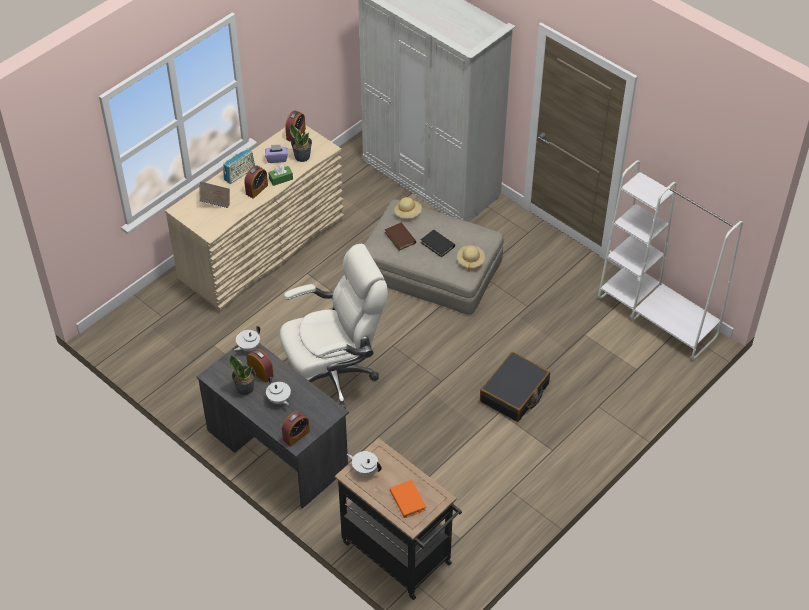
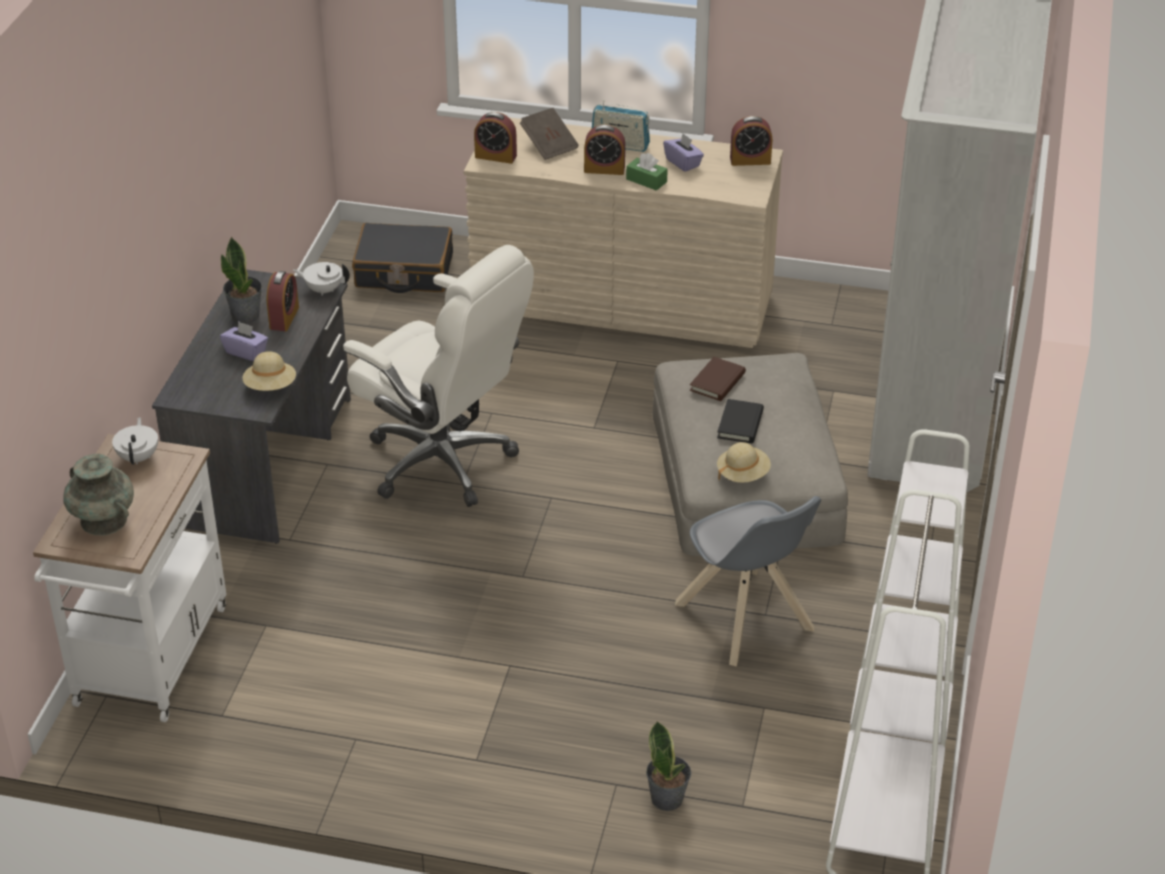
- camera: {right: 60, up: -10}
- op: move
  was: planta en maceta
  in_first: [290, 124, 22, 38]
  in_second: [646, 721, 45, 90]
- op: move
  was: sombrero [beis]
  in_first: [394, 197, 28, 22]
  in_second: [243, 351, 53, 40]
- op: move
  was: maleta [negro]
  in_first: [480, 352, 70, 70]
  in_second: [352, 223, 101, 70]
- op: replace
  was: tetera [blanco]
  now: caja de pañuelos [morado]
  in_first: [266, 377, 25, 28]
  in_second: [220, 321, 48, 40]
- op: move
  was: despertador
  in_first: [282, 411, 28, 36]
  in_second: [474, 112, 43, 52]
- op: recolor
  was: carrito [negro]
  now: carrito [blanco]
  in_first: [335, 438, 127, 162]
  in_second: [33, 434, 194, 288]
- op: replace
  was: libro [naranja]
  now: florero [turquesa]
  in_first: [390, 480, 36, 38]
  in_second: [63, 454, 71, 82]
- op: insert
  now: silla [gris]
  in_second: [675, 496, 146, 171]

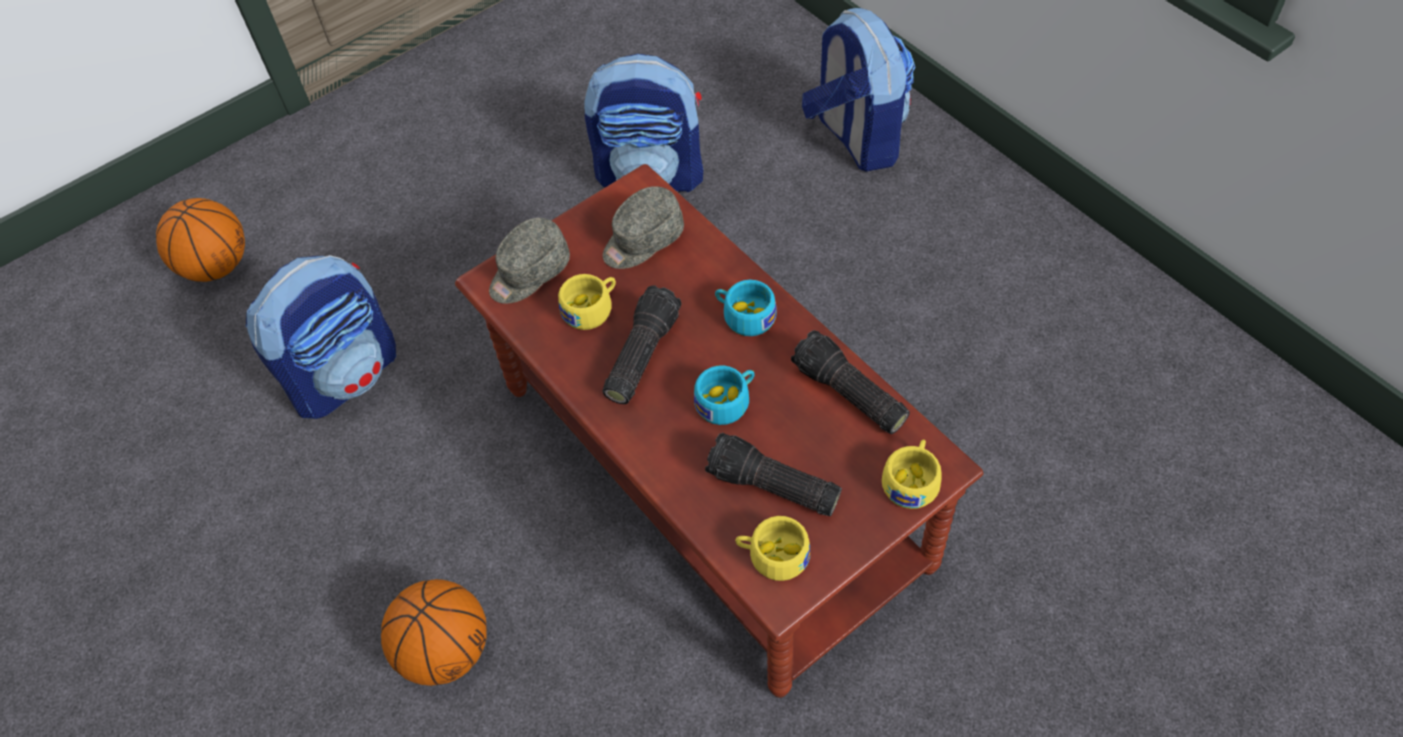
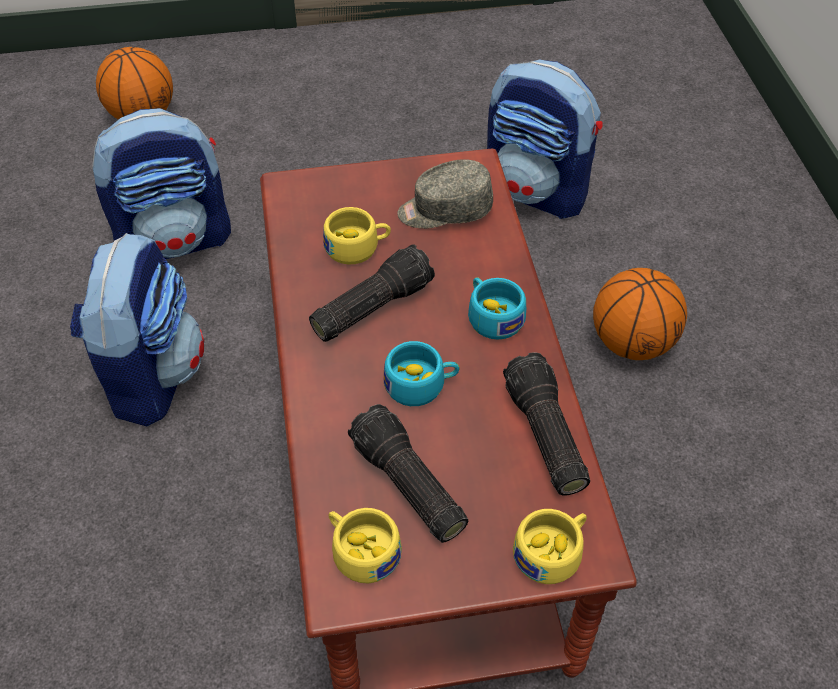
- camera: {right: 25, up: -5}
- op: move
  was: mochila
  in_first: [802, 8, 113, 164]
  in_second: [70, 233, 134, 193]
- op: delete
  was: gorra [gris]
  in_first: [489, 218, 81, 86]
- op: move
  was: balón de baloncesto
  in_first: [381, 579, 106, 107]
  in_second: [593, 268, 94, 92]

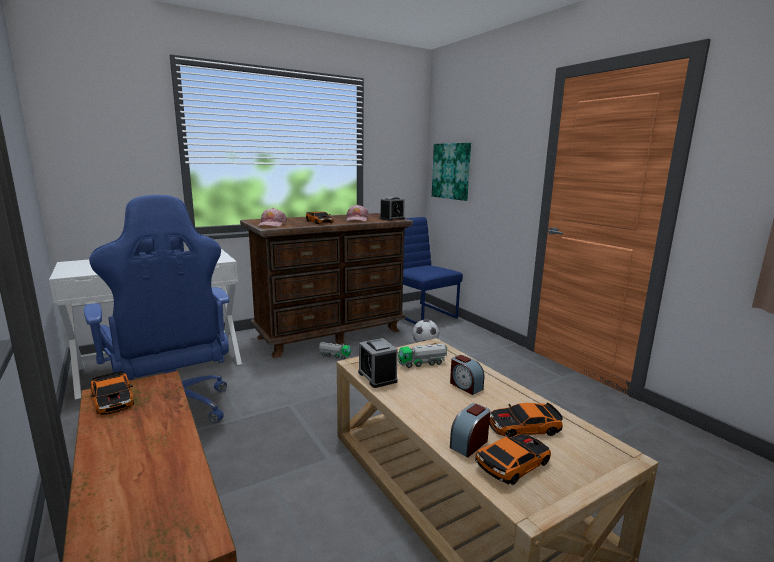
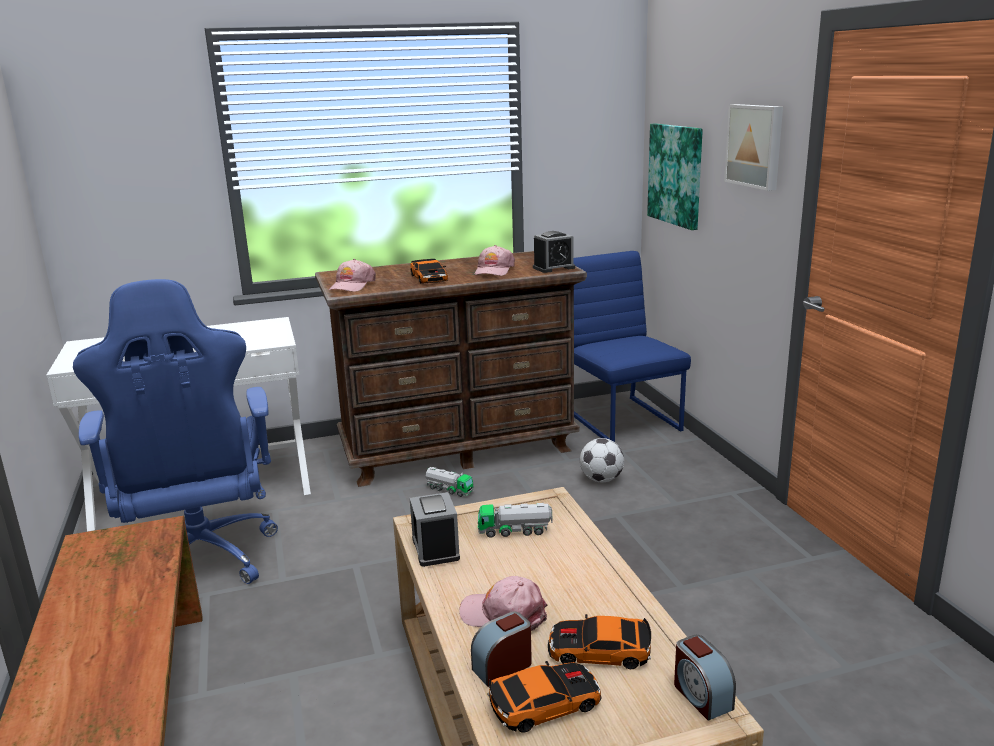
- camera: {right: 15, up: 5}
- op: move
  was: despertador
  in_first: [450, 355, 34, 40]
  in_second: [674, 635, 62, 86]
- op: delete
  was: coche de juguete
  in_first: [91, 371, 43, 44]
- op: insert
  now: cuadro
  in_second: [724, 104, 59, 87]
- op: insert
  now: gorra [rosa]
  in_second: [459, 576, 88, 55]

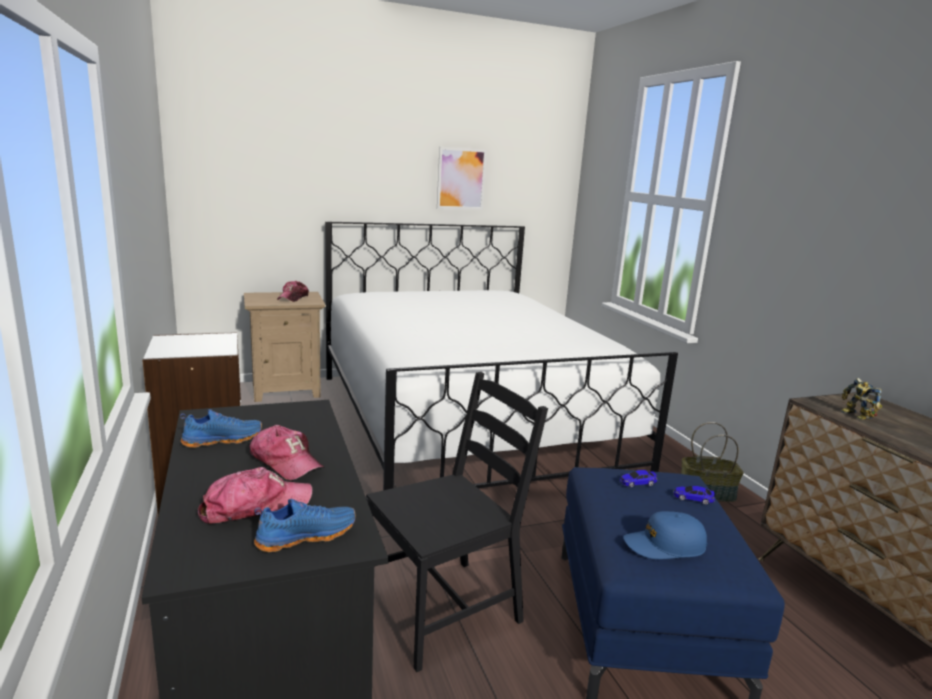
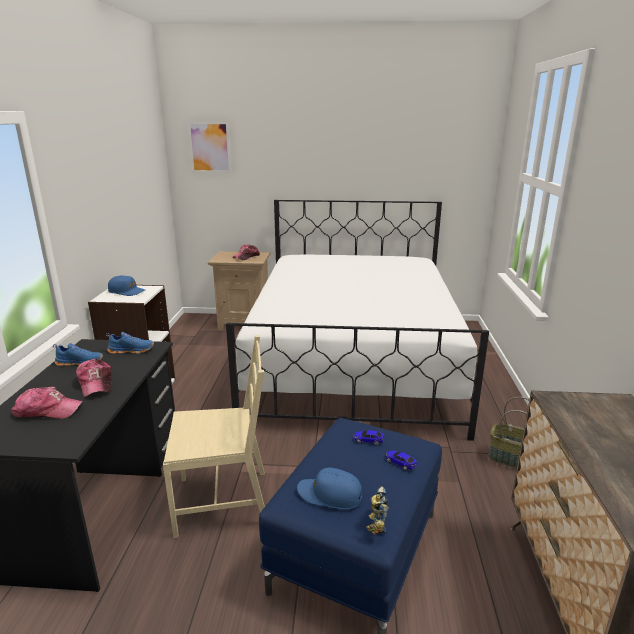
- camera: {right: 25, up: 5}
- op: move
  was: cuadro
  in_first: [437, 147, 50, 63]
  in_second: [188, 122, 43, 51]
- op: recolor
  was: silla [negro]
  now: silla [beis]
  in_first: [365, 372, 183, 300]
  in_second: [163, 335, 102, 203]
- op: move
  was: robot de juguete
  in_first: [841, 378, 41, 42]
  in_second: [366, 486, 23, 49]
- op: move
  was: zapato [azul]
  in_first: [254, 499, 101, 53]
  in_second: [106, 332, 48, 22]
- op: insert
  now: gorra [azul]
  in_second: [108, 276, 37, 20]

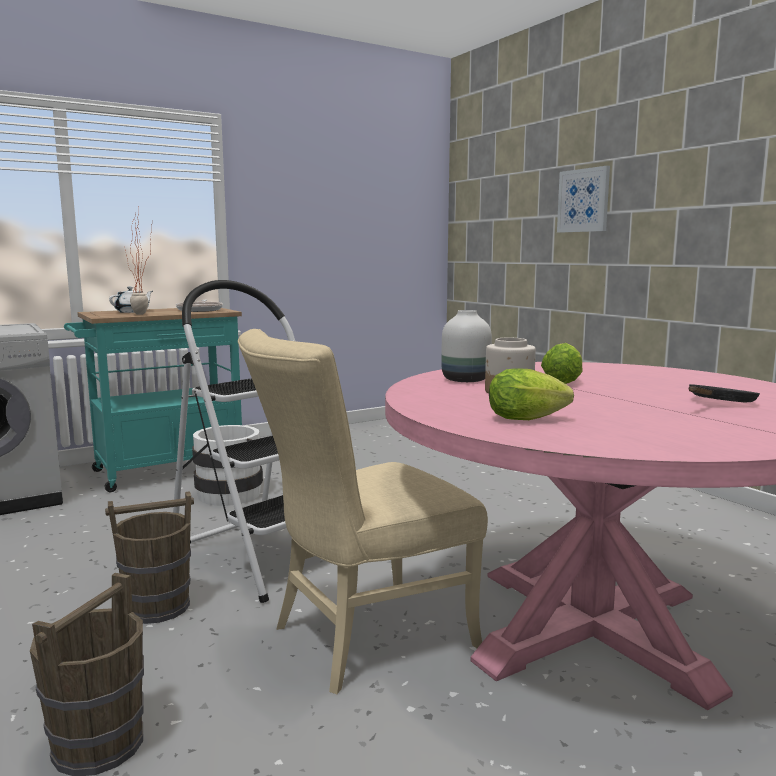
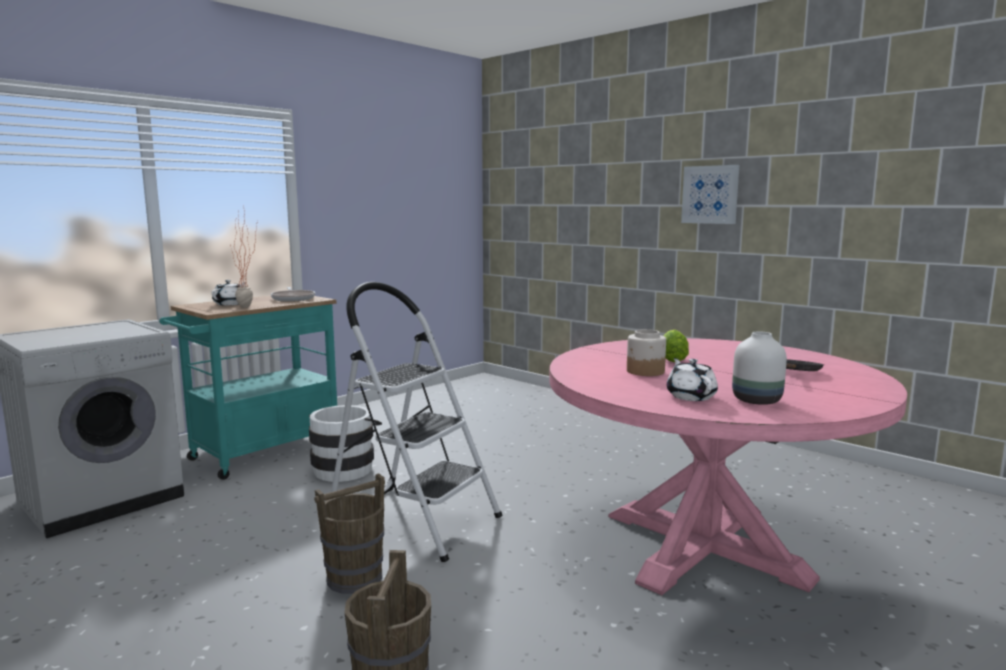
- camera: {right: -15, up: 0}
- op: move
  was: cuadro
  in_first: [557, 166, 53, 67]
  in_second: [681, 165, 58, 59]
- op: move
  was: florero [blanco]
  in_first: [441, 310, 51, 72]
  in_second: [732, 331, 55, 74]
- op: delete
  was: silla [beis]
  in_first: [238, 329, 250, 365]
- op: replace
  was: lechuga
  now: tetera [blanco]
  in_first: [489, 368, 85, 52]
  in_second: [667, 358, 51, 43]

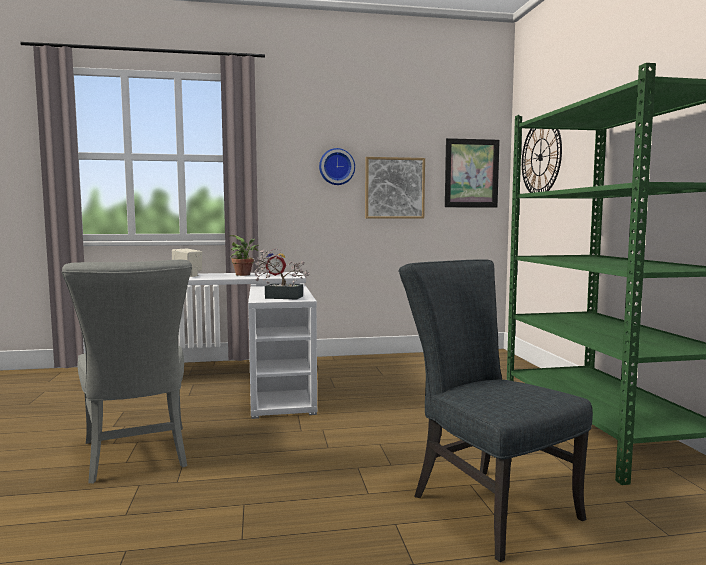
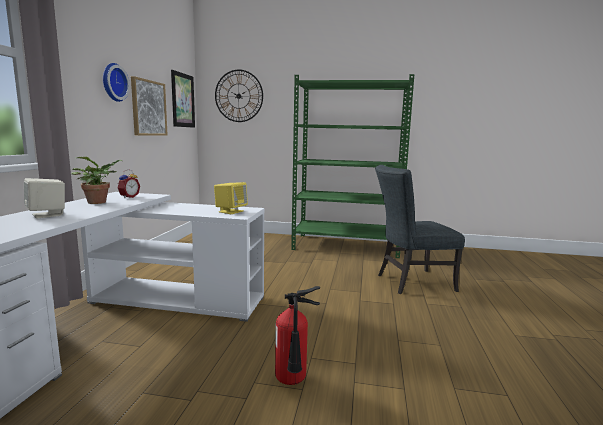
- camera: {right: -70, up: 5}
- op: replace
  was: planta en maceta
  now: altavoz [amarillo]
  in_first: [253, 250, 57, 49]
  in_second: [214, 182, 34, 32]
- op: replace
  was: silla [gris]
  now: extintor
  in_first: [62, 260, 130, 224]
  in_second: [275, 286, 45, 99]

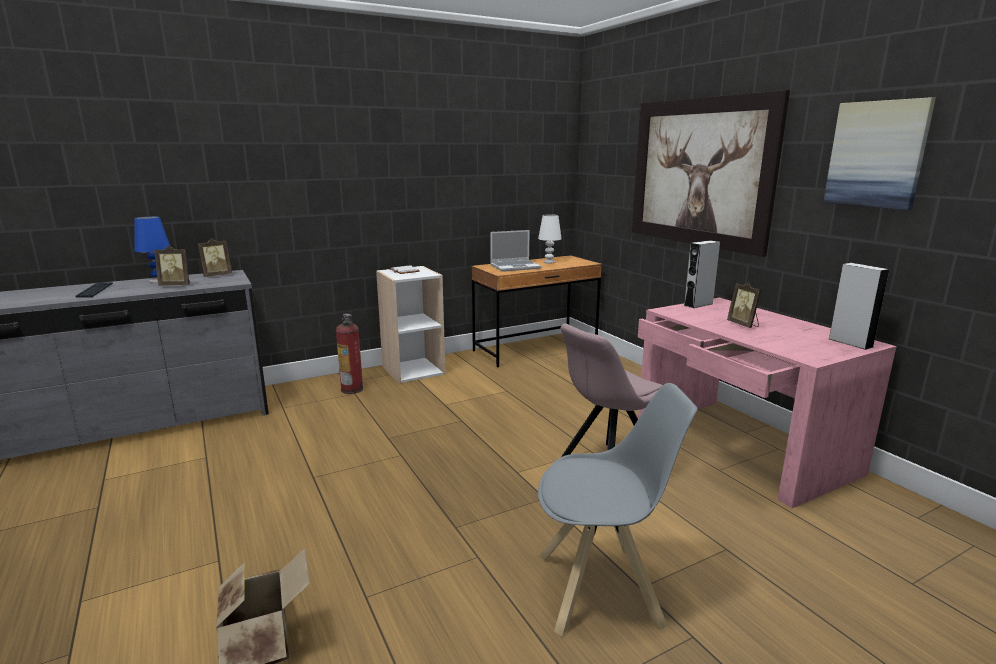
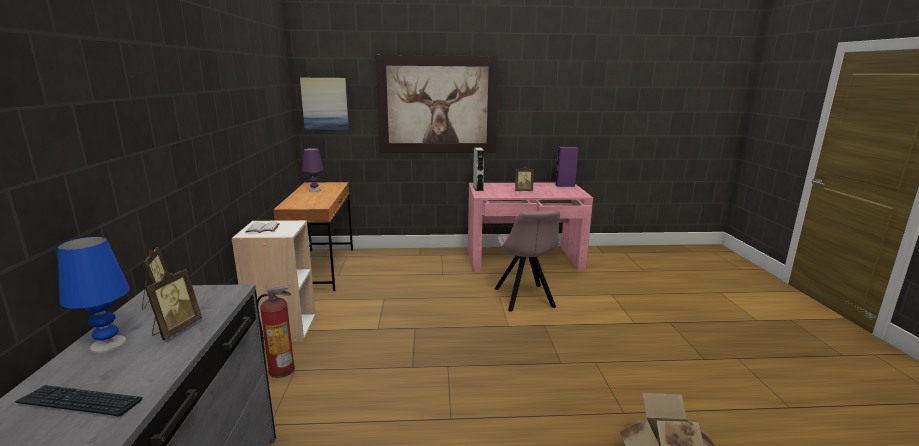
- camera: {right: -65, up: 0}
- op: move
  was: cuadro
  in_first: [823, 97, 113, 113]
  in_second: [300, 78, 49, 53]
- op: recolor
  was: lámpara de mesa [blanco]
  now: lámpara de mesa [morado]
  in_first: [538, 214, 24, 49]
  in_second: [302, 148, 22, 44]
- op: delete
  was: portátil
  in_first: [490, 230, 51, 42]
- op: recolor
  was: altavoz [gris]
  now: altavoz [morado]
  in_first: [829, 263, 60, 87]
  in_second: [555, 147, 23, 40]
- op: delete
  was: silla [gris]
  in_first: [538, 383, 160, 253]

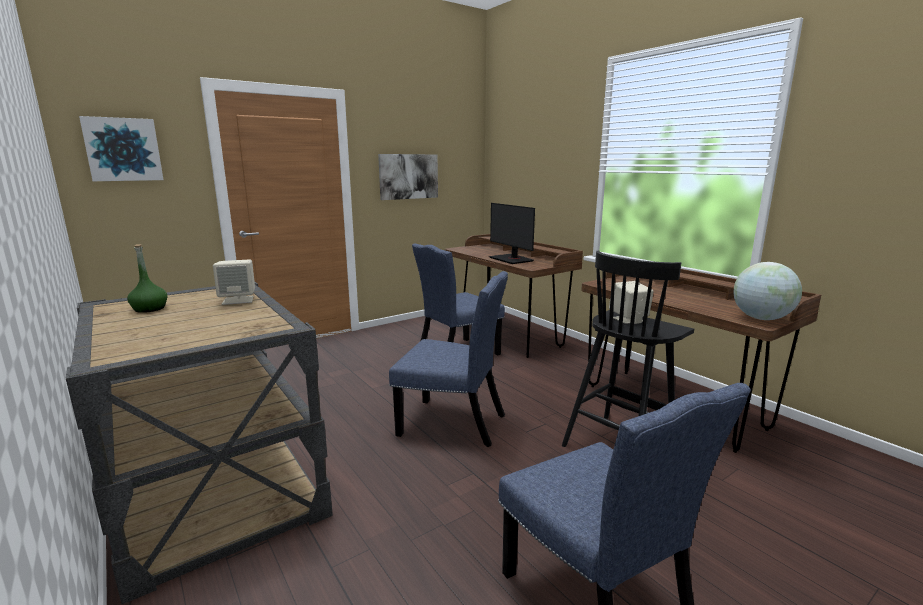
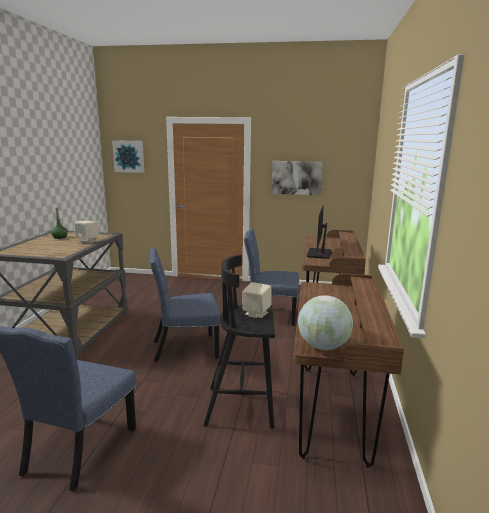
- camera: {right: 45, up: 0}
- op: rotate
  was: silla [azul]
  in_first: [389, 271, 119, 176]
  in_second: [149, 247, 72, 115]
  clockwise: 105

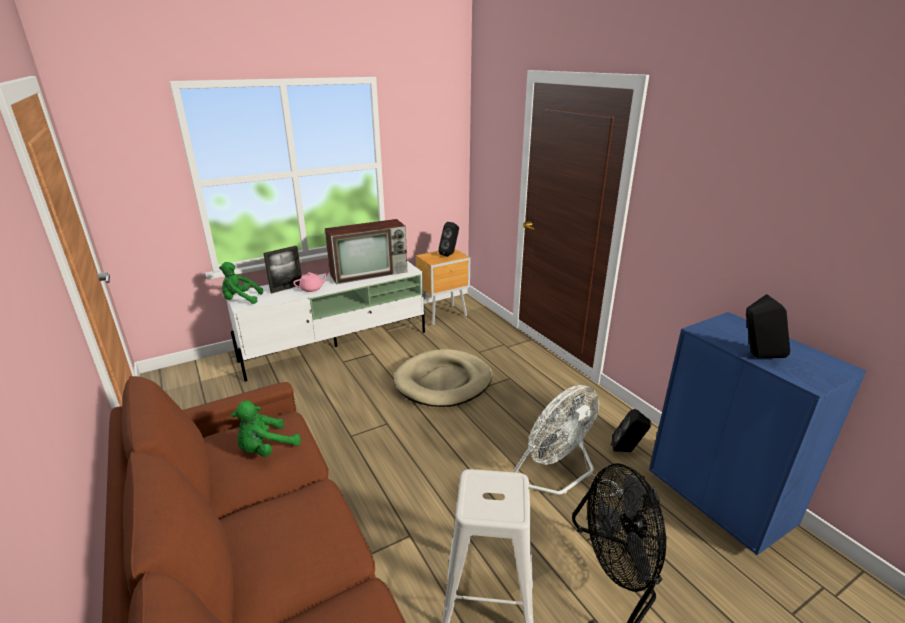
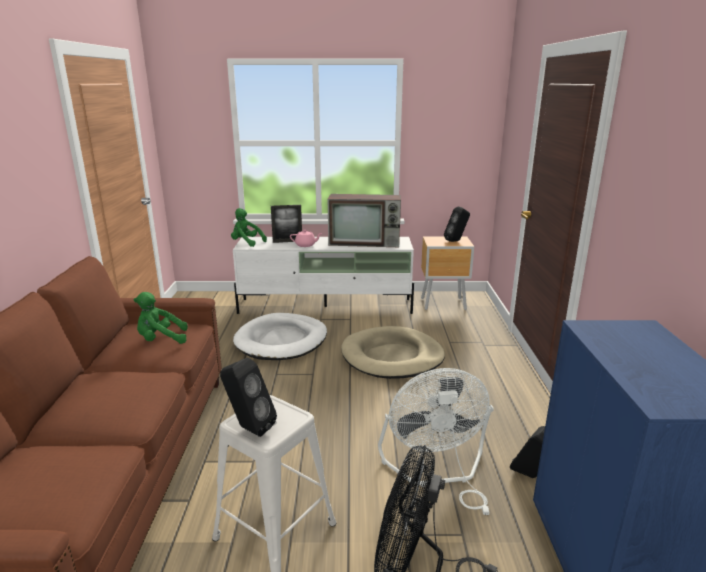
- camera: {right: 30, up: -5}
- op: move
  was: altavoz [negro]
  in_first: [746, 294, 44, 64]
  in_second: [220, 358, 57, 79]
- op: insert
  now: cama para perro [blanco]
  in_second: [233, 313, 94, 47]

